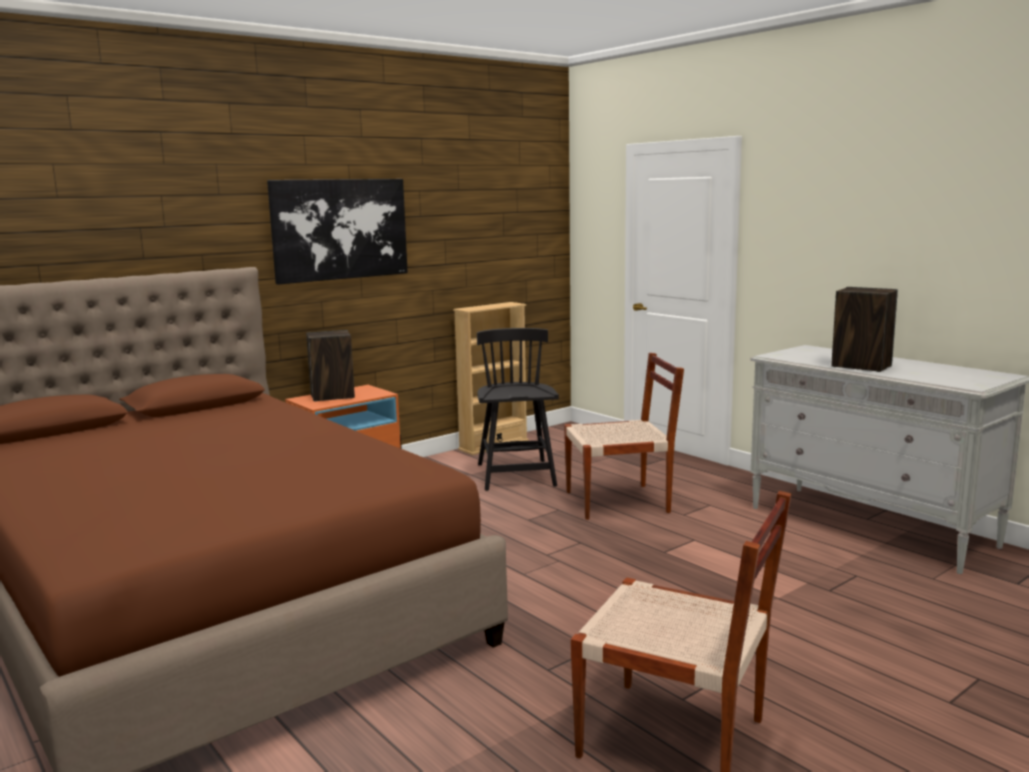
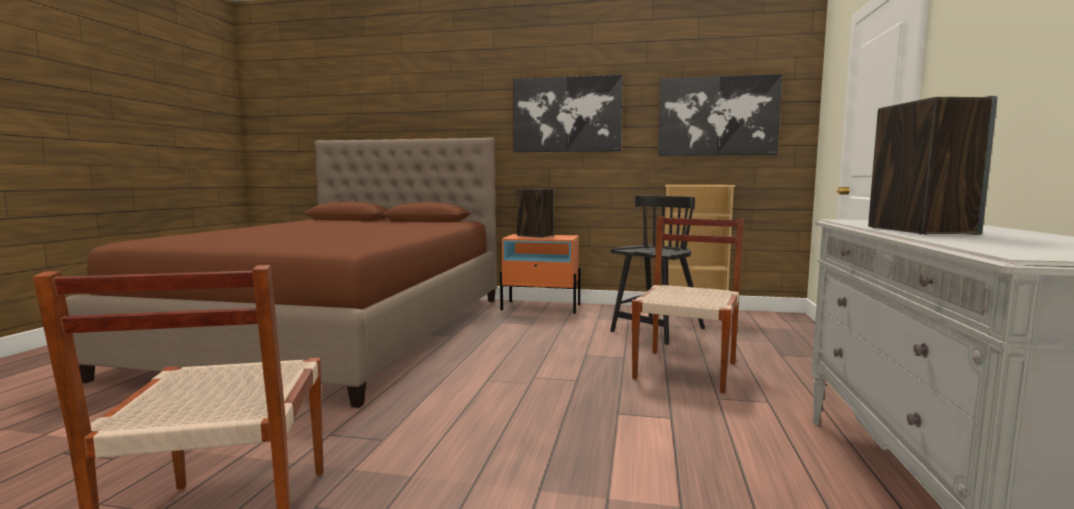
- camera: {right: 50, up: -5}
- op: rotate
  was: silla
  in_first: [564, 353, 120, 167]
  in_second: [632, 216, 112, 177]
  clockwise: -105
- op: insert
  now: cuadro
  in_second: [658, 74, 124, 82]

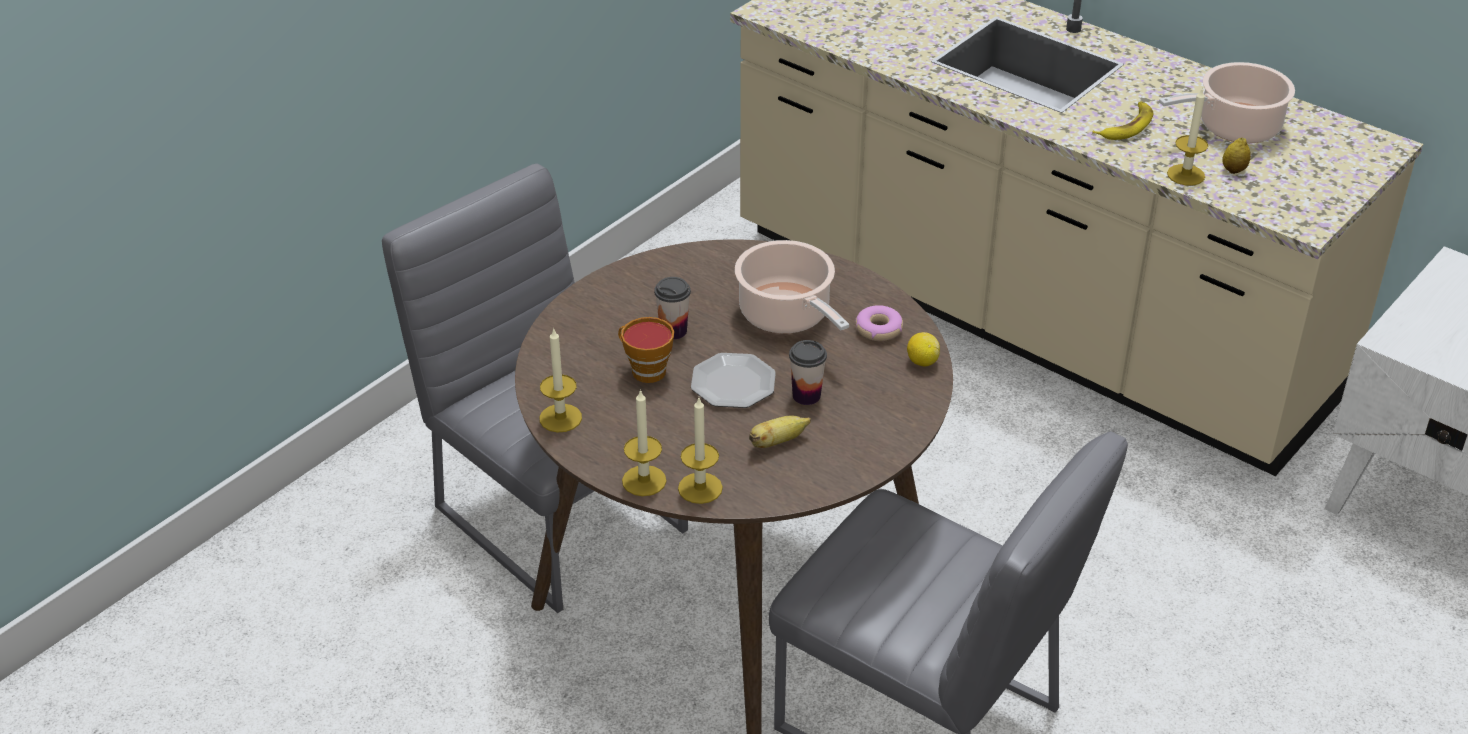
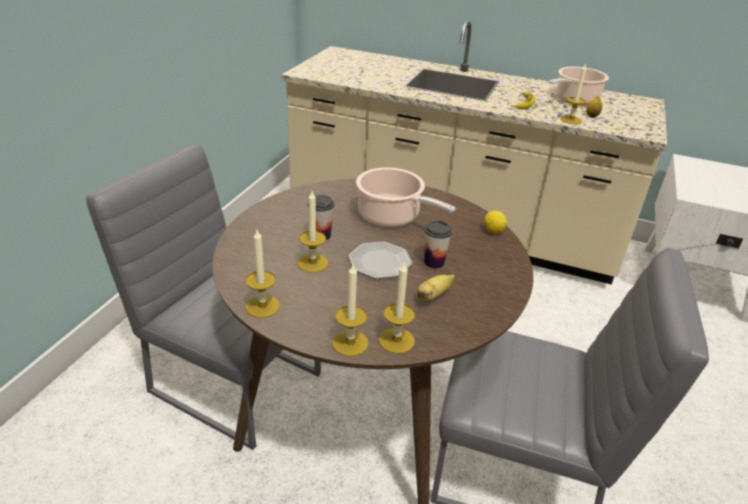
- camera: {right: -20, up: -5}
- op: delete
  was: rosquilla
  in_first: [855, 305, 48, 36]
- op: replace
  was: taza
  now: vela
  in_first: [618, 317, 56, 66]
  in_second: [297, 191, 31, 82]

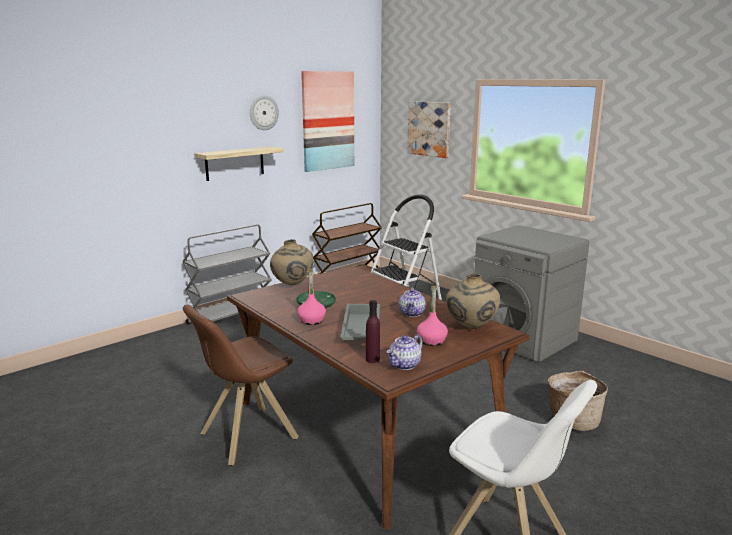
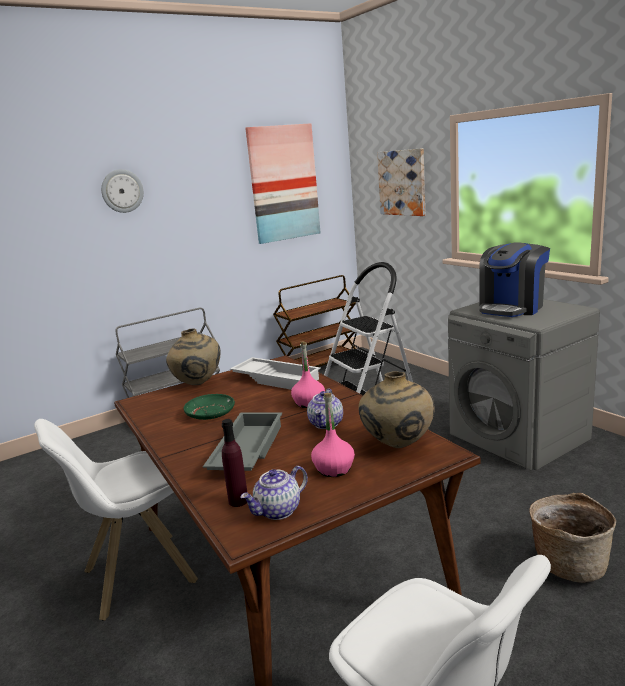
- camera: {right: 10, up: 0}
- op: move
  was: reloj de pared
  in_first: [250, 95, 29, 35]
  in_second: [101, 169, 43, 44]
- op: delete
  was: estante
  in_first: [194, 146, 89, 35]
- op: move
  was: botella [rosa]
  in_first: [297, 269, 29, 56]
  in_second: [291, 342, 34, 66]
- op: recolor
  was: silla [marrón]
  now: silla [blanco]
  in_first: [183, 304, 115, 162]
  in_second: [34, 419, 164, 202]
- op: insert
  now: cafetera
  in_second: [479, 242, 71, 75]
- op: insert
  now: bandeja [blanco]
  in_second: [230, 357, 91, 33]

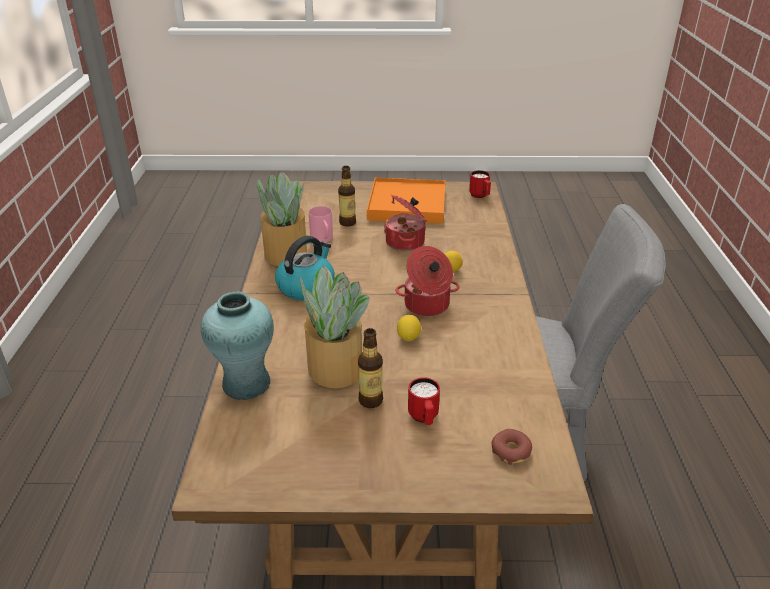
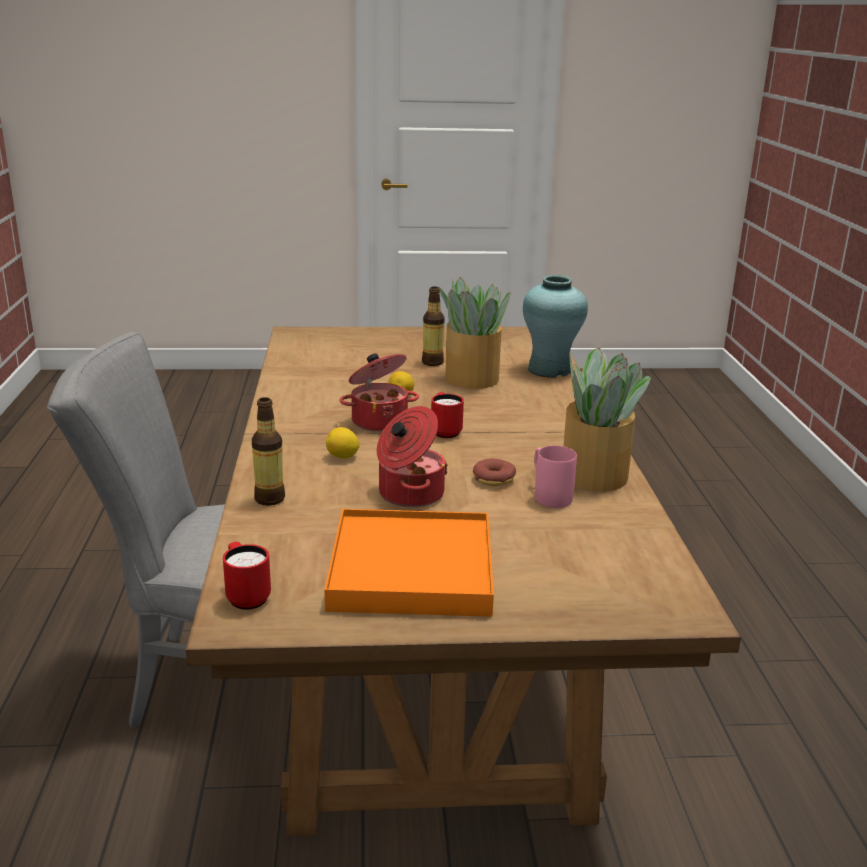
- camera: {right: 175, up: -10}
- op: move
  was: botella
  in_first: [338, 166, 18, 61]
  in_second: [252, 397, 33, 109]
- op: delete
  was: hervidor
  in_first: [275, 236, 60, 64]
- op: move
  was: taza grande [rojo]
  in_first: [408, 377, 32, 48]
  in_second: [431, 392, 33, 46]
- op: move
  was: rosquilla
  in_first: [492, 429, 40, 36]
  in_second: [473, 459, 43, 27]

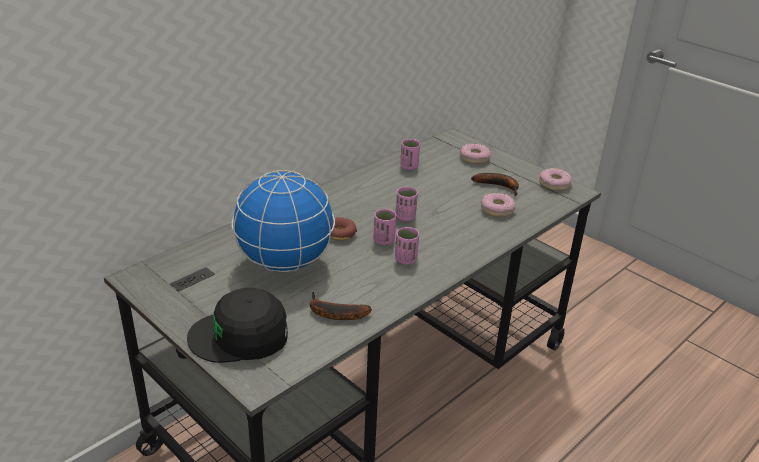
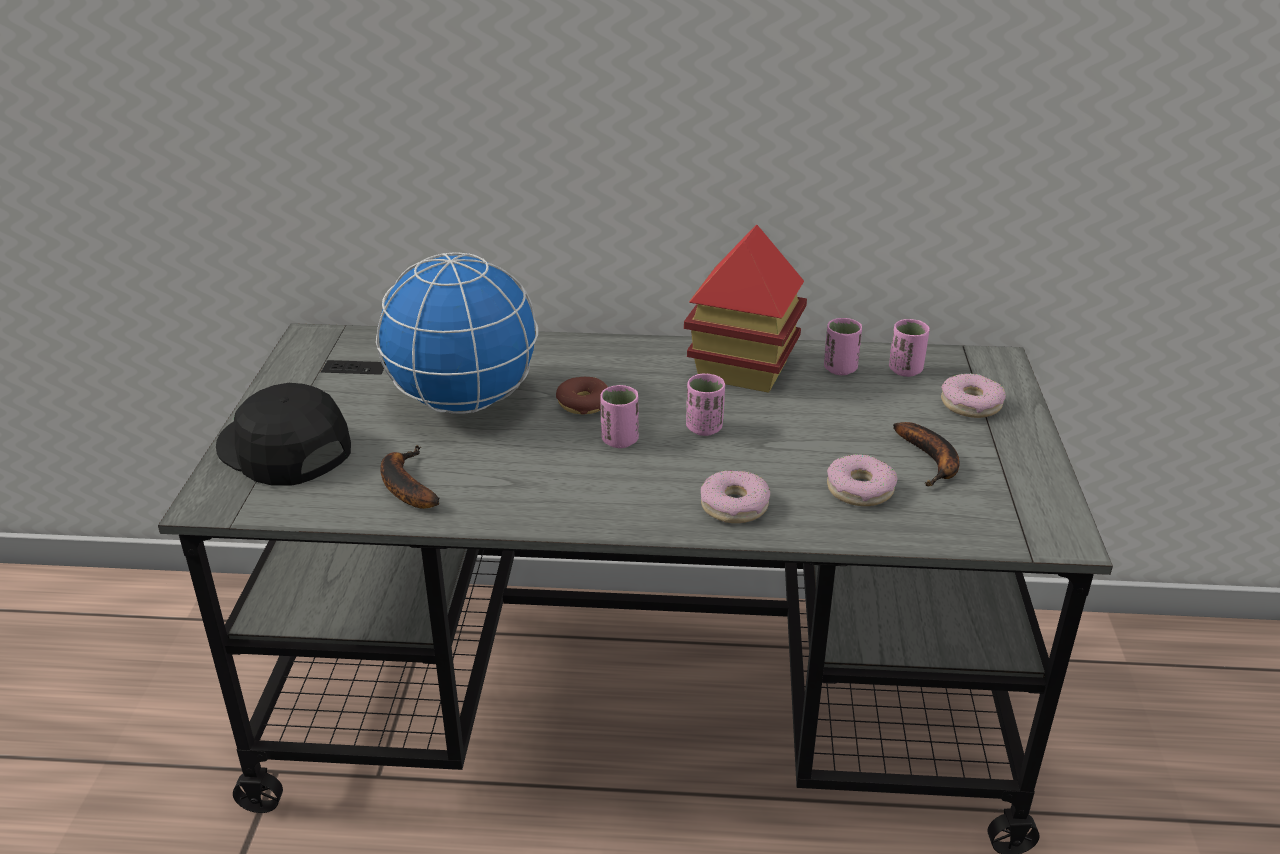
- camera: {right: 50, up: 0}
- op: move
  was: rosquilla
  in_first: [539, 168, 33, 23]
  in_second: [701, 470, 69, 53]
- op: move
  was: taza [rosa]
  in_first: [395, 227, 24, 38]
  in_second: [889, 319, 41, 58]
- op: insert
  now: casita
  in_second: [684, 225, 123, 168]

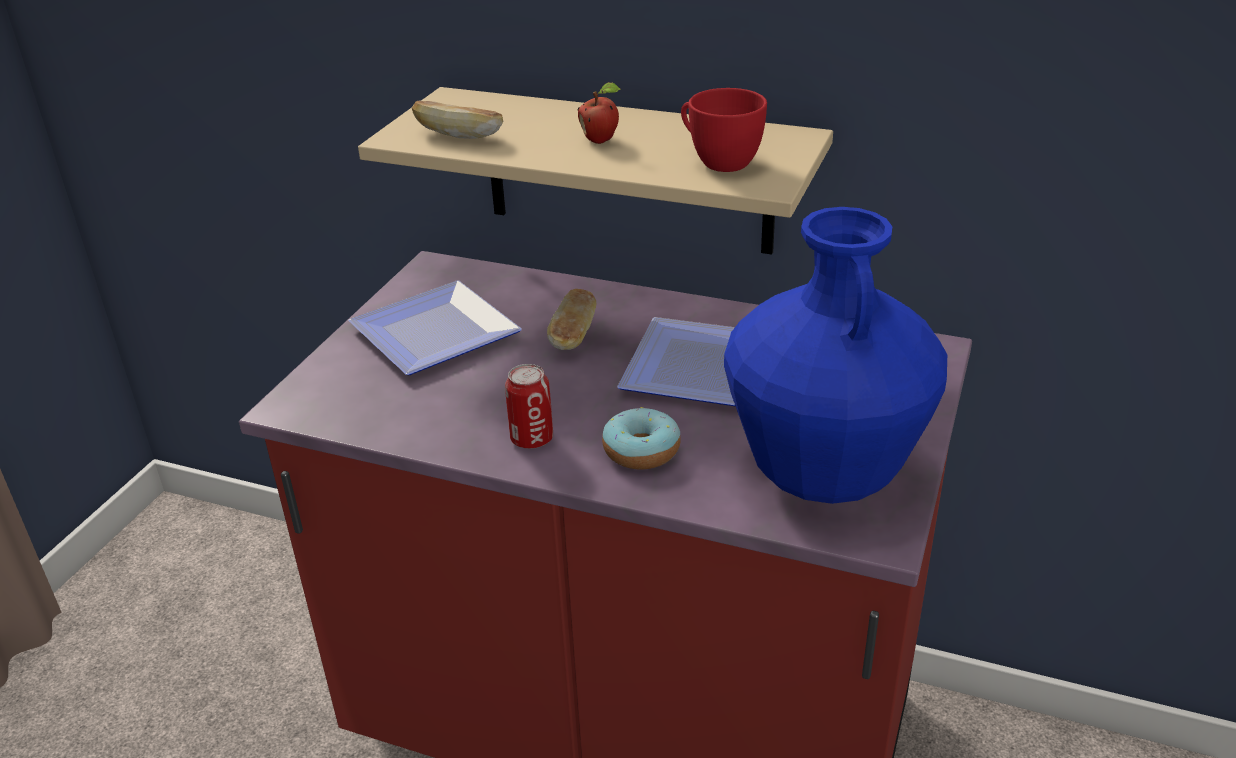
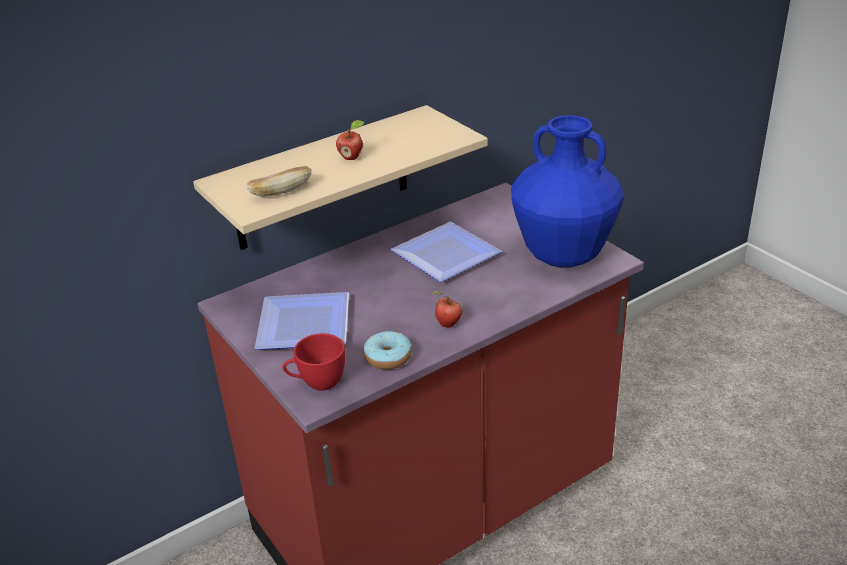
- camera: {right: -55, up: 0}
- op: move
  was: taza [rojo]
  in_first: [681, 88, 86, 84]
  in_second: [282, 333, 63, 58]
- op: delete
  was: pan
  in_first: [547, 289, 49, 61]
- op: replace
  was: lata
  now: manzana
  in_first: [505, 364, 48, 85]
  in_second: [432, 291, 30, 37]
- op: move
  was: rosquilla
  in_first: [602, 407, 79, 62]
  in_second: [364, 331, 48, 39]

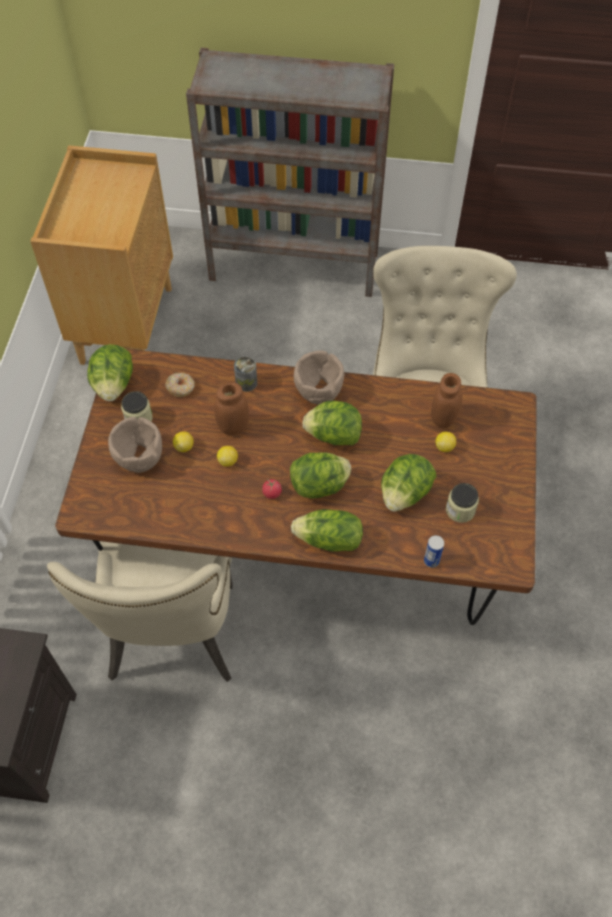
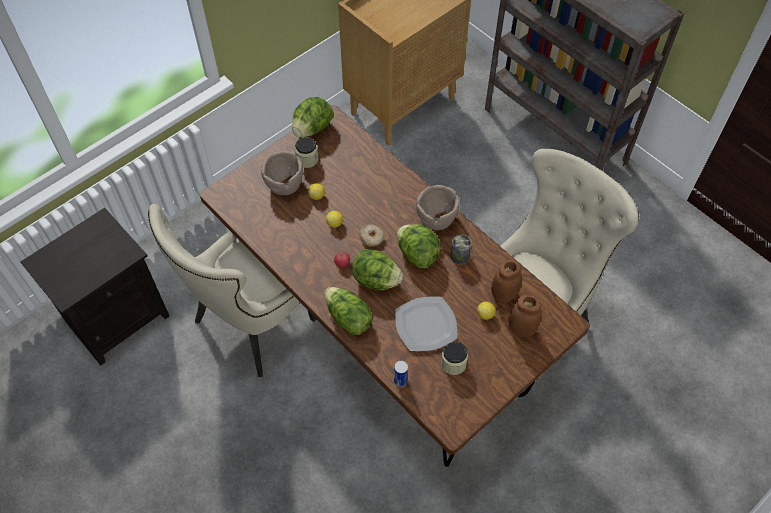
- camera: {right: 40, up: 0}
- op: move
  was: lata
  in_first: [234, 356, 23, 36]
  in_second: [450, 234, 22, 31]
- op: move
  was: rosquilla
  in_first: [165, 373, 30, 24]
  in_second: [359, 224, 24, 23]
- op: move
  was: tarro [marrón]
  in_first: [214, 383, 35, 52]
  in_second: [509, 295, 33, 42]
- op: replace
  was: lechuga
  now: plato
  in_first: [381, 454, 55, 58]
  in_second: [395, 297, 62, 54]

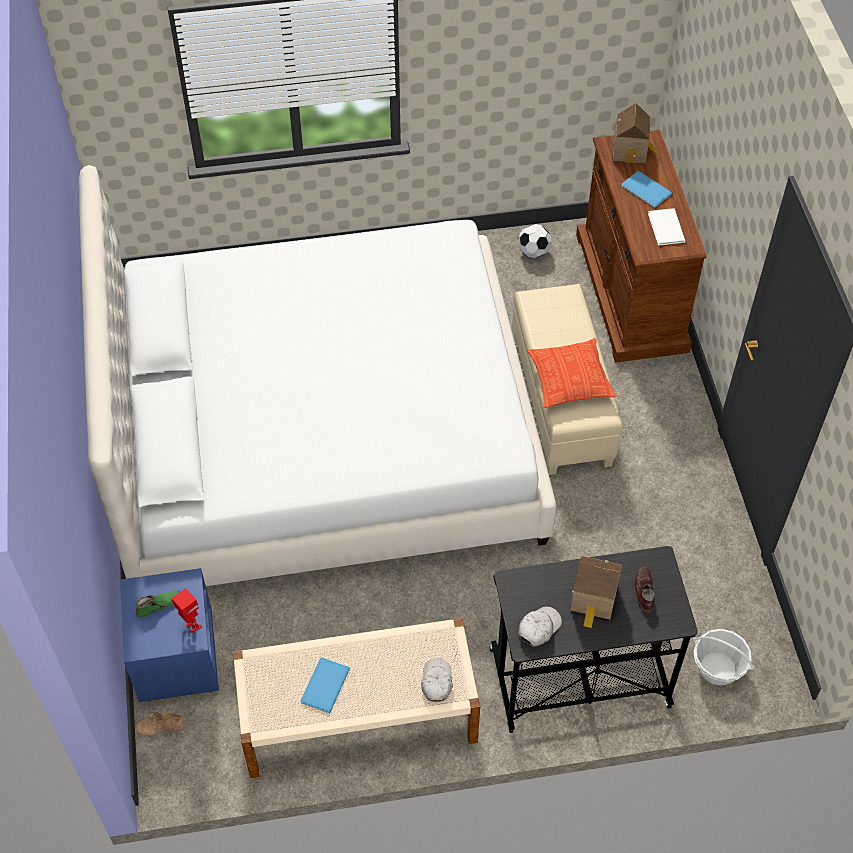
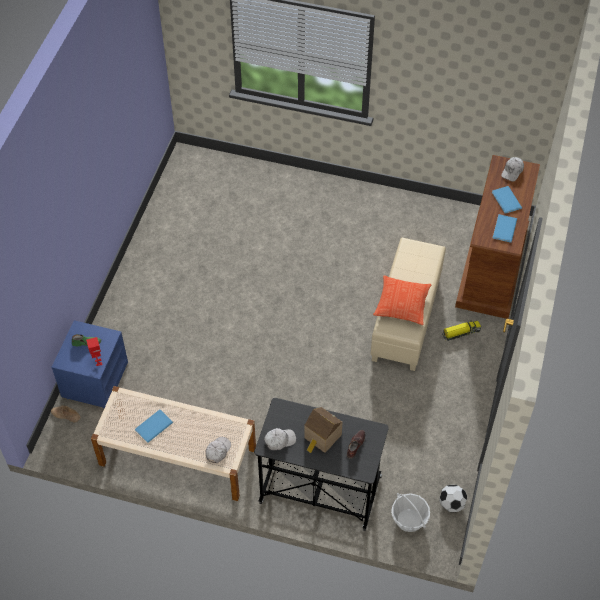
- camera: {right: 25, up: 0}
- op: replace
  was: casita
  now: gorra [blanco]
  in_first: [613, 103, 44, 61]
  in_second: [501, 157, 23, 25]
- op: delete
  was: cama [blanco]
  in_first: [78, 165, 478, 421]
- op: recolor
  was: libro [blanco]
  now: libro [azul]
  in_first: [648, 208, 38, 37]
  in_second: [493, 214, 24, 29]
- op: move
  was: balón de fútbol
  in_first: [519, 224, 33, 34]
  in_second: [439, 485, 28, 27]
- op: insert
  now: camión de juguete
  in_second: [442, 320, 39, 21]

